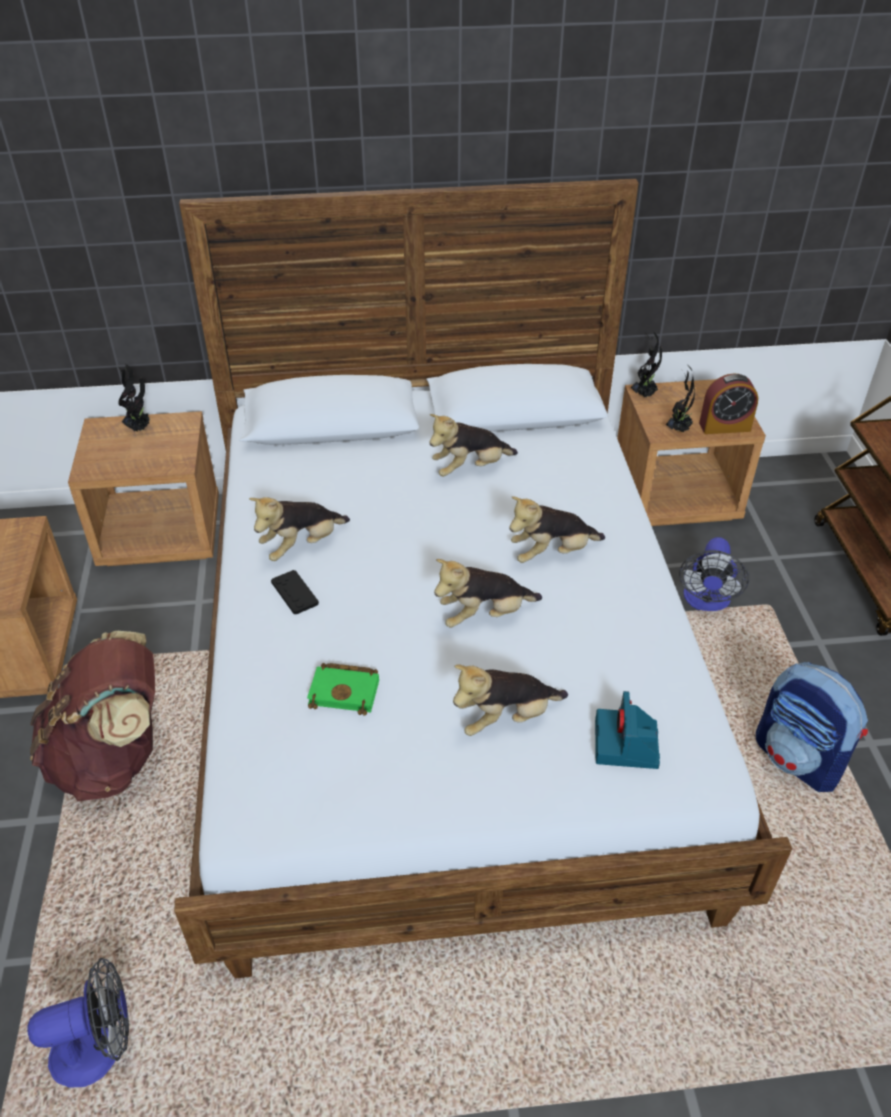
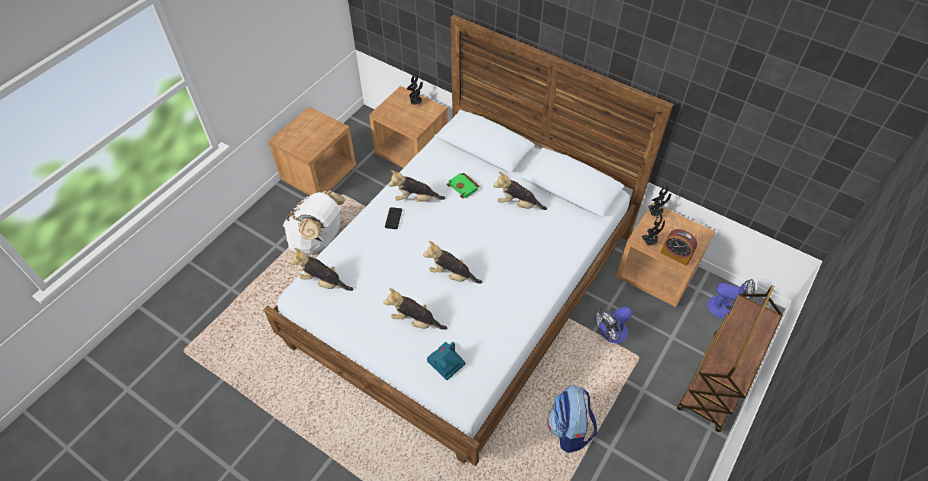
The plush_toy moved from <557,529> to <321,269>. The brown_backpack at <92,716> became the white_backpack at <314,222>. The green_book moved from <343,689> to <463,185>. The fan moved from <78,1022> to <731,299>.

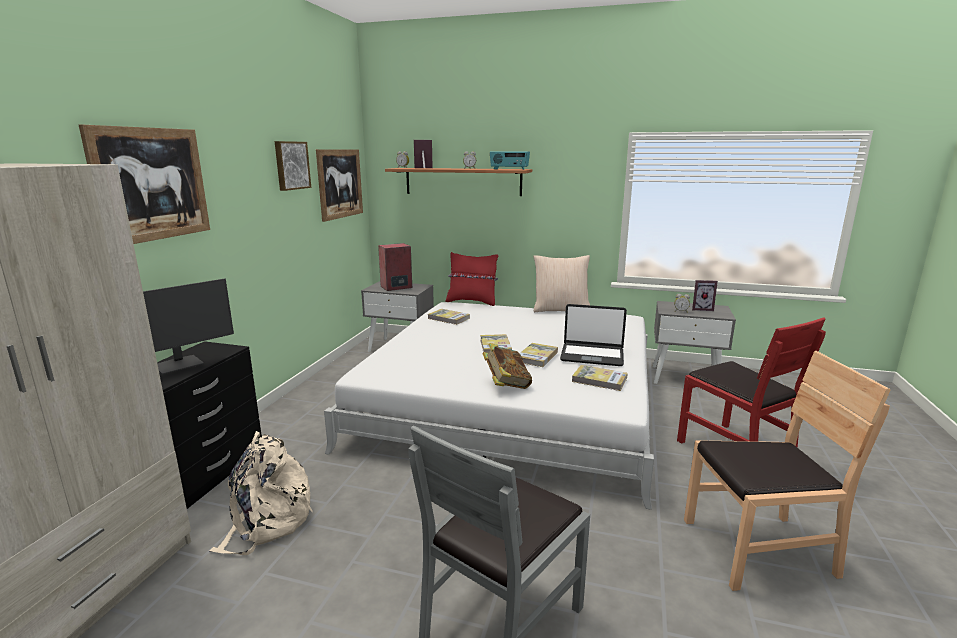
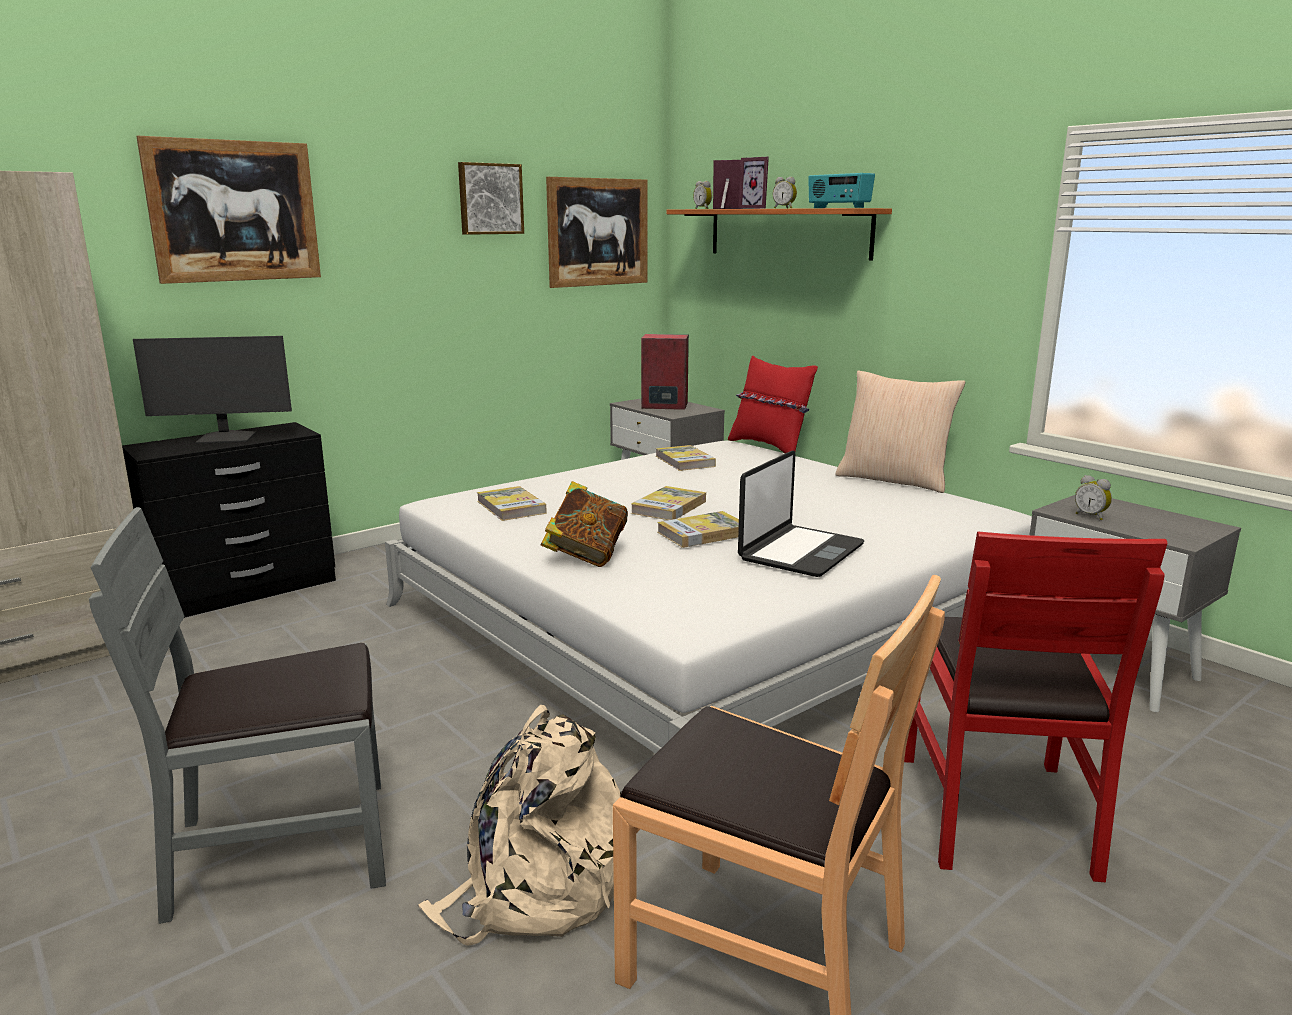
The picture_frame moved from <705,295> to <754,183>. The laptop at <593,335> turned 105 degrees counterclockwise. The book moved from <600,378> to <512,503>. The beige_backpack moved from <261,493> to <519,825>.

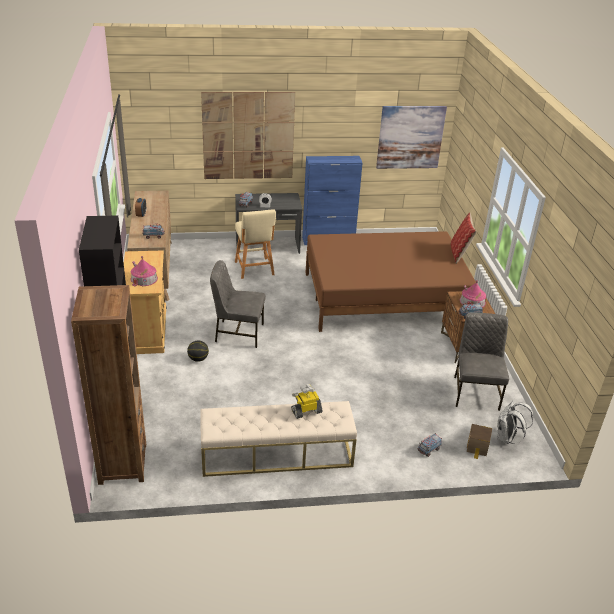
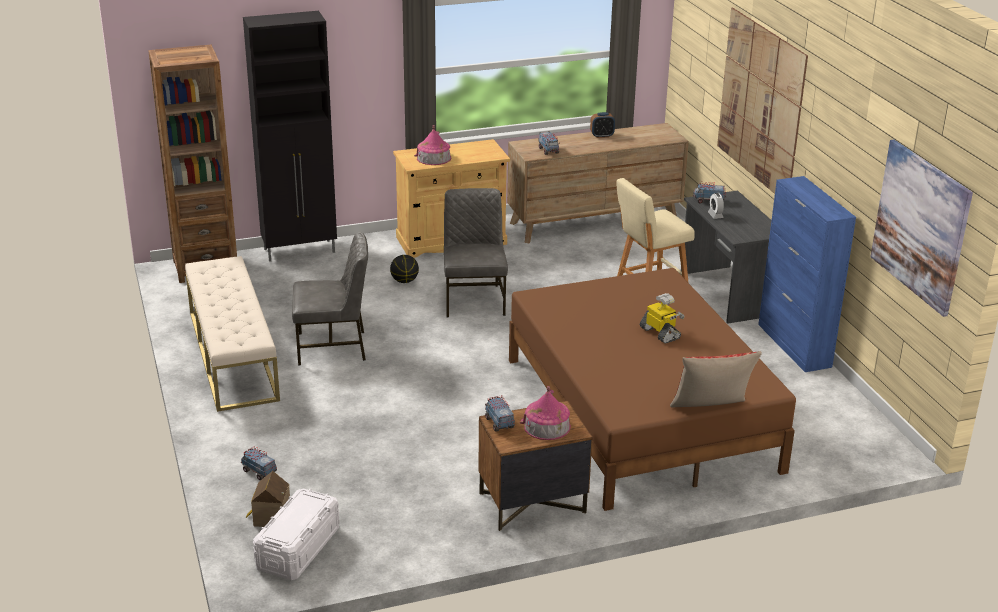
The grey_chair moved from <481,361> to <330,298>. The toy_robot moved from <306,401> to <662,318>. The white_backpack at <515,422> was replaced by the white_storage_box at <296,534>.

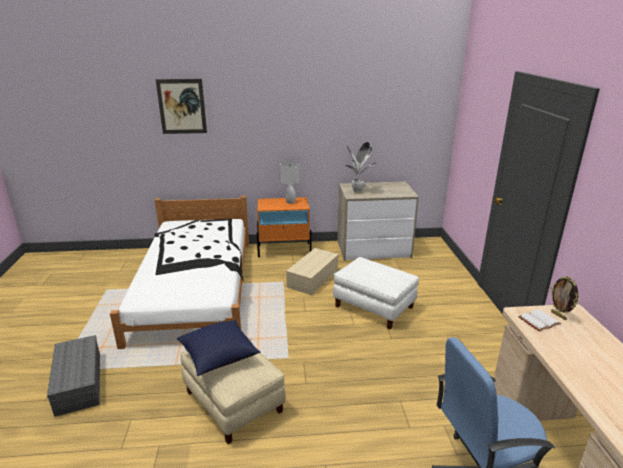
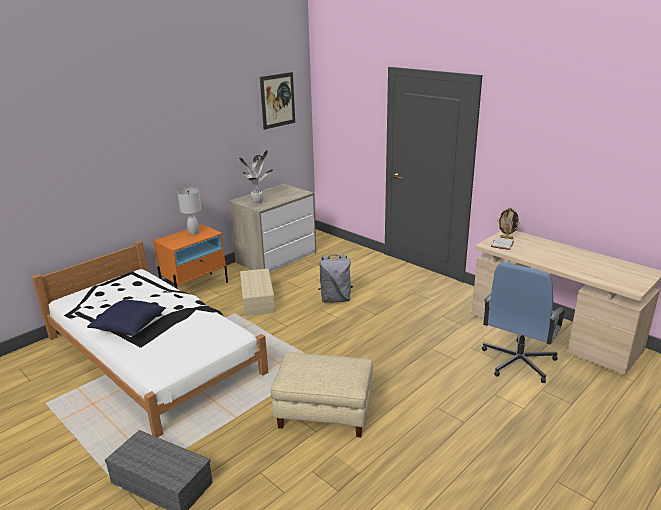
The picture moved from <181,106> to <277,101>. The white_ottoman at <376,293> was replaced by the grey_backpack at <335,278>. The blue_pillow moved from <219,348> to <126,318>.

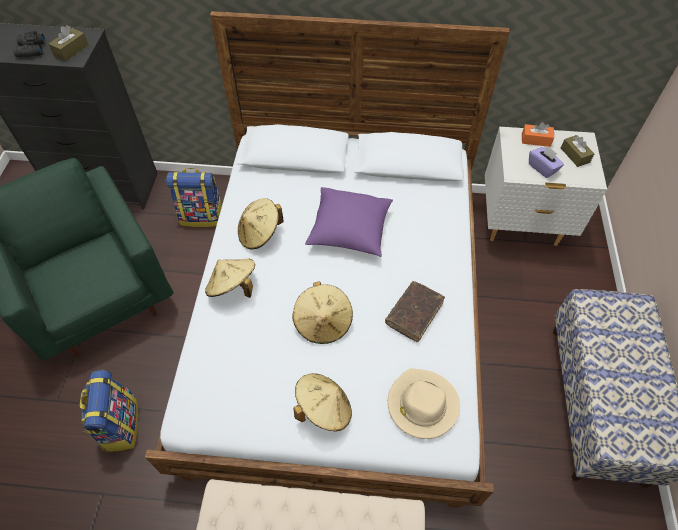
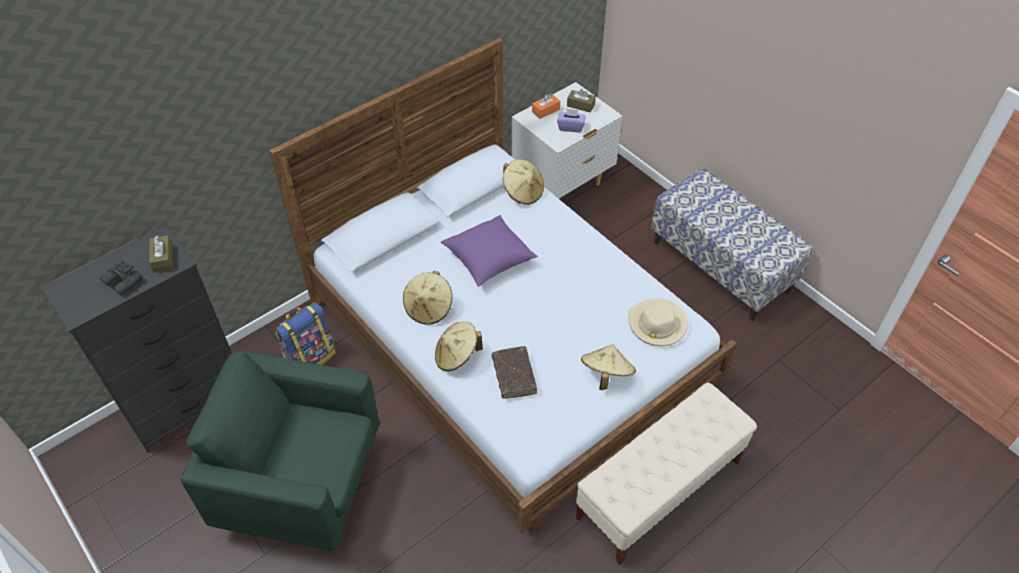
The brown_book moved from <415,311> to <514,372>. The beige_hat moved from <322,313> to <523,182>. The backpack at <109,411> disappeared.

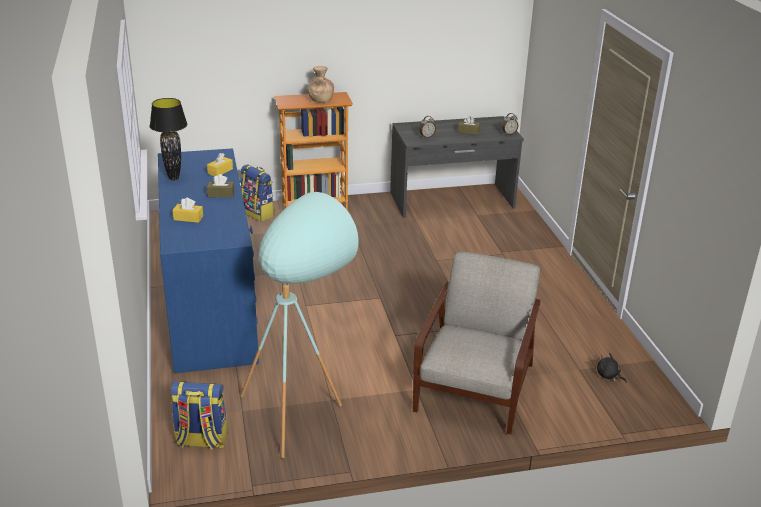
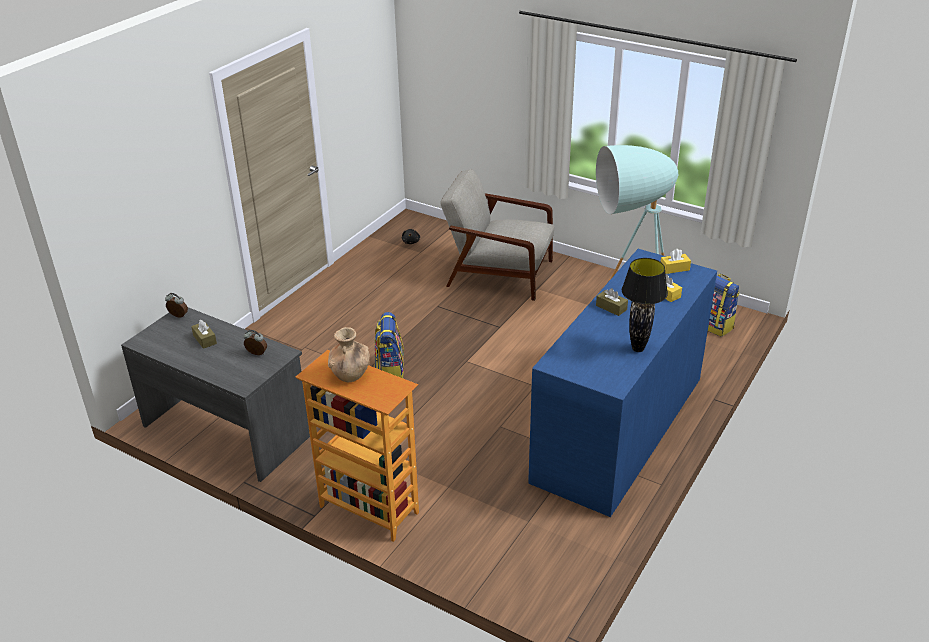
The yellow_tissue_box moved from <220,164> to <676,261>. The backpack moved from <258,193> to <389,345>. The grey_armchair at <477,342> turned 45 degrees clockwise.

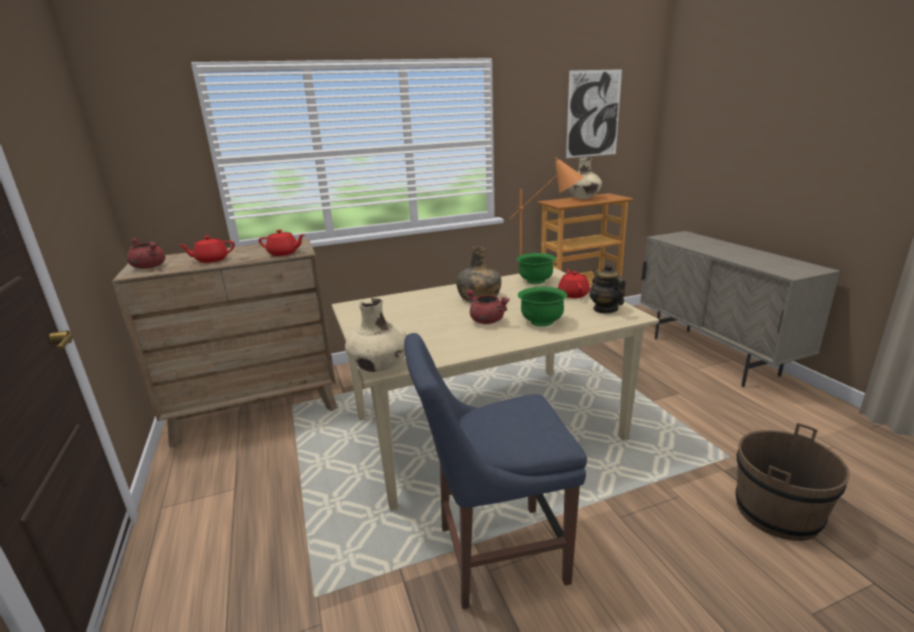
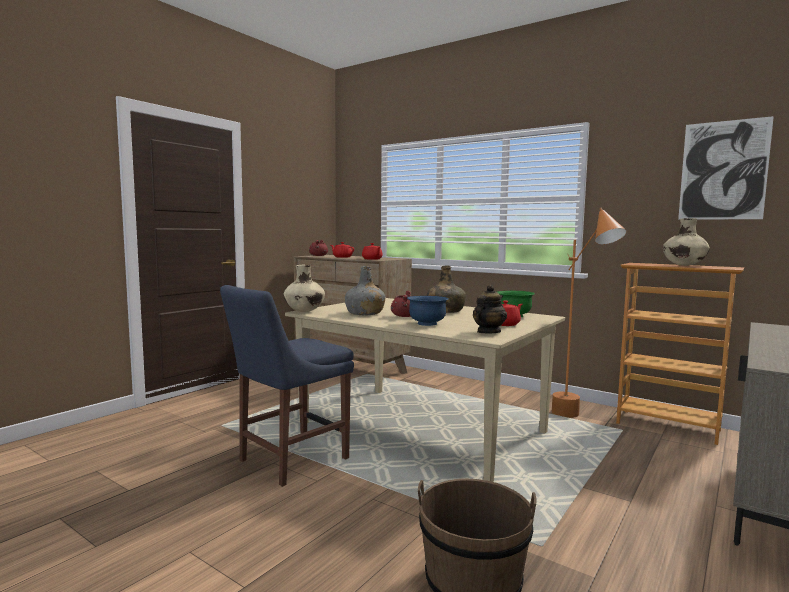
The green_bowl at <542,307> became the blue_bowl at <427,311>. The blue_chair at <495,471> turned 90 degrees counterclockwise. The grey_bottle at <365,290> appeared.

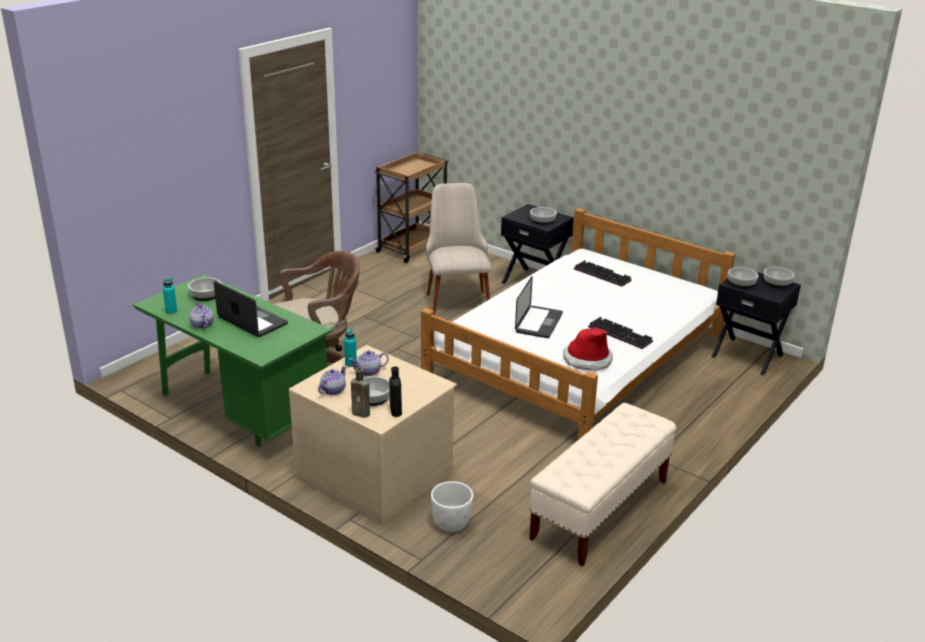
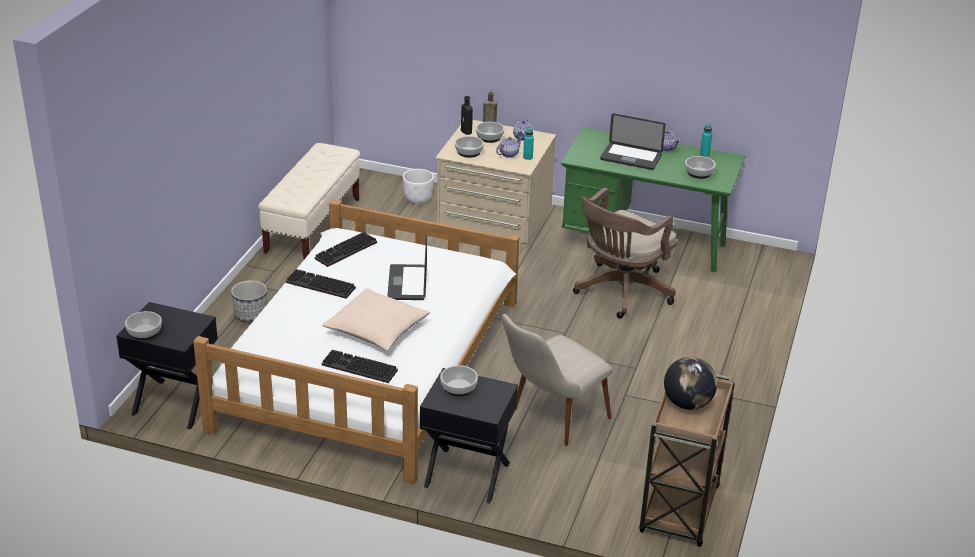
The beige_chair at <459,249> turned 75 degrees clockwise. The bowl moved from <743,277> to <469,147>. The hat at <588,349> was replaced by the keyboard at <346,249>. The planter at <249,301> appeared. The beige_pillow at <376,319> appeared. The globe at <690,383> appeared.

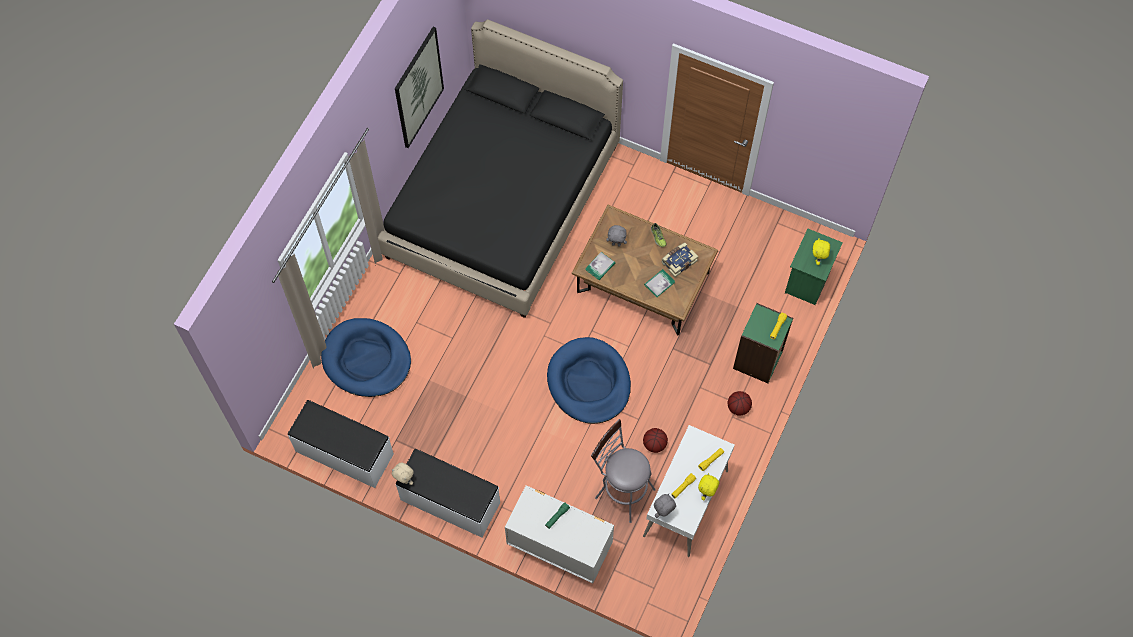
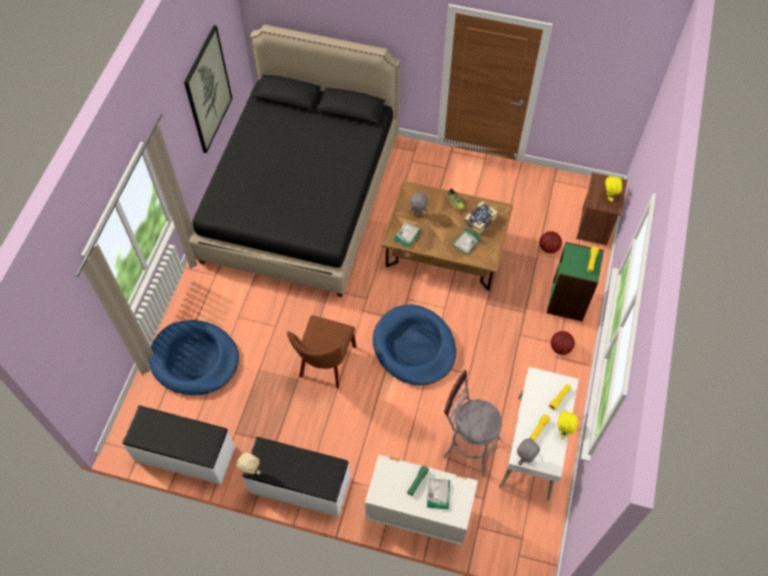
The green_nightstand at <814,267> became the brown_nightstand at <601,208>. The basketball moved from <655,440> to <551,242>. The brown_chair at <321,351> appeared. The book at <438,493> appeared.

